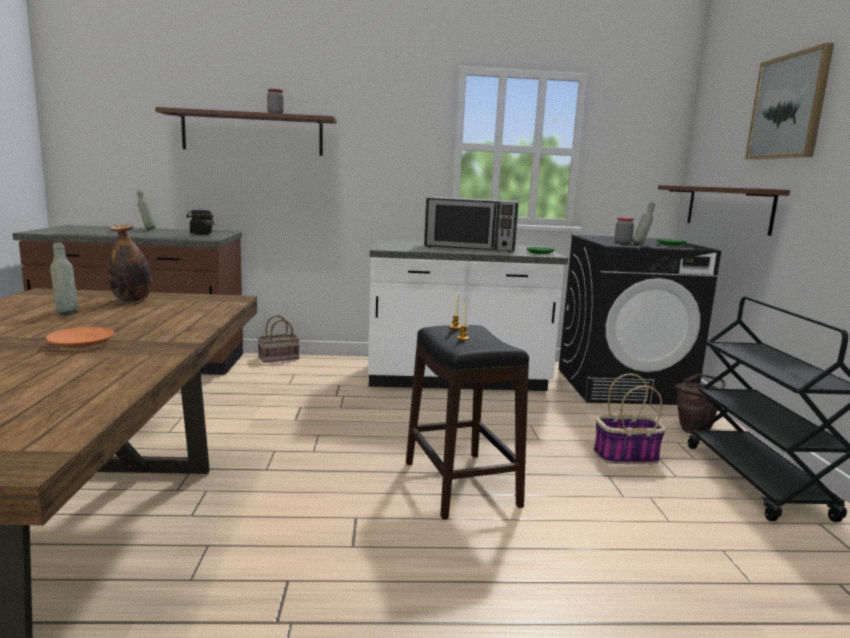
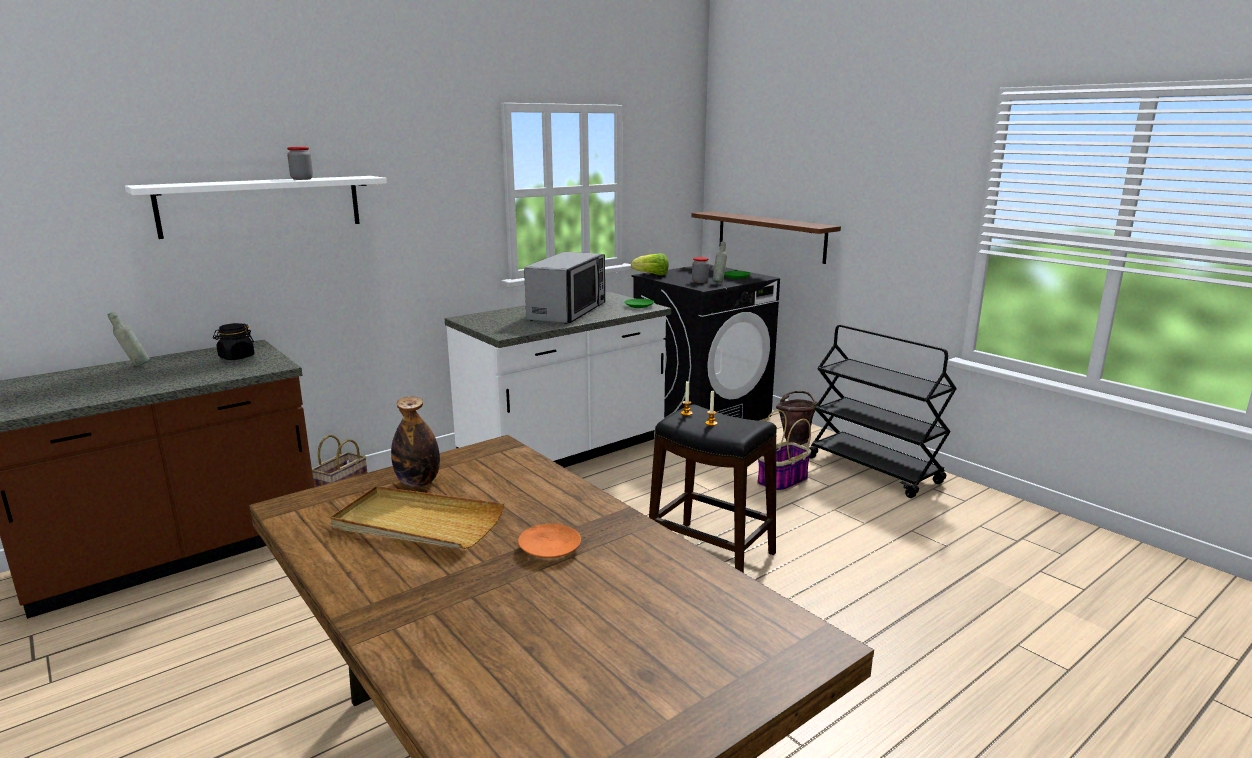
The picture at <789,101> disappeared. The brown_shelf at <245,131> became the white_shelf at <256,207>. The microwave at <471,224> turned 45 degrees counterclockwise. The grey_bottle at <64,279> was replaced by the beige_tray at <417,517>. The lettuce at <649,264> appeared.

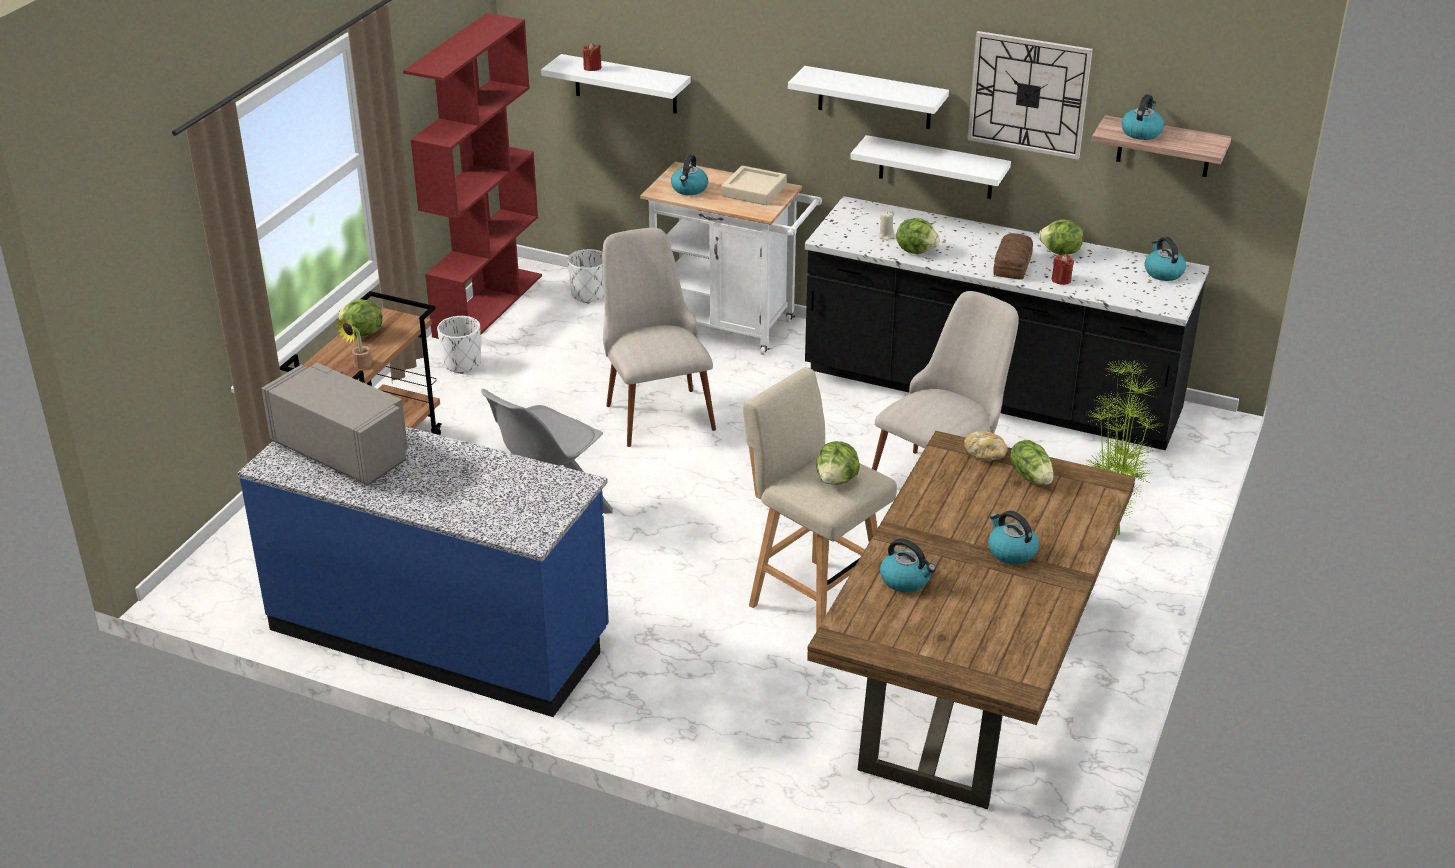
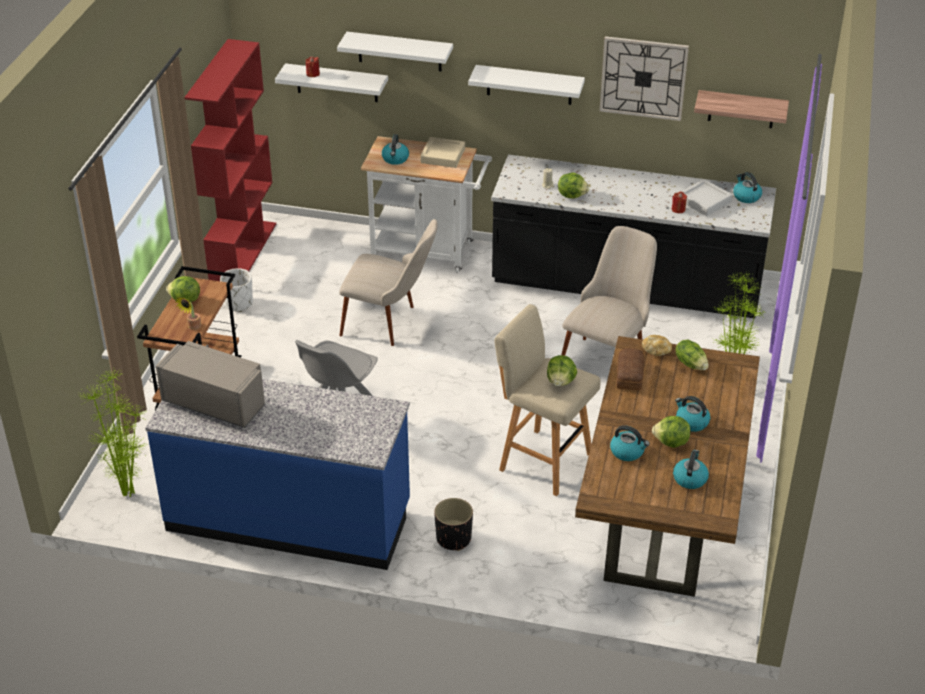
The kettle moved from <1142,117> to <691,469>. The white_shelf moved from <930,167> to <395,51>. The lettuce moved from <1061,237> to <671,432>. The beige_chair at <659,337> turned 135 degrees clockwise. The bread moved from <1013,256> to <631,369>. The white_planter at <585,276> disappeared. The grey_tray at <707,197> appeared. The potted_plant at <114,433> appeared. The black_planter at <453,524> appeared.

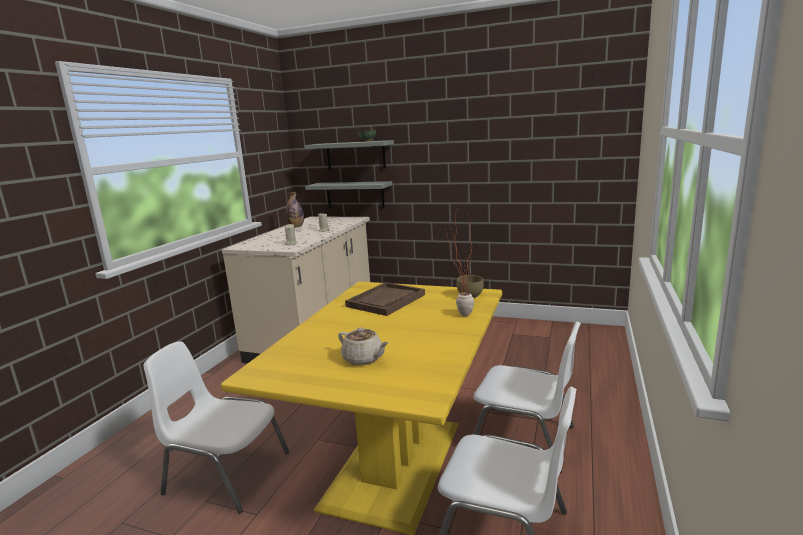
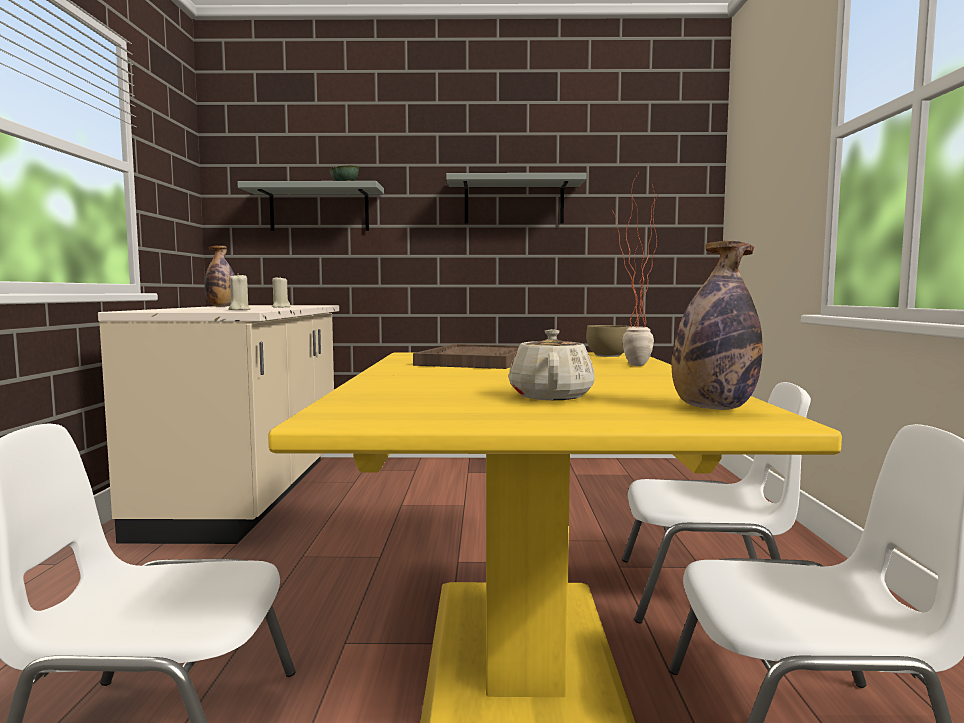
The grey_shelf moved from <348,194> to <516,198>. The beige_teapot at <363,346> turned 105 degrees counterclockwise. The bottle at <717,325> appeared.

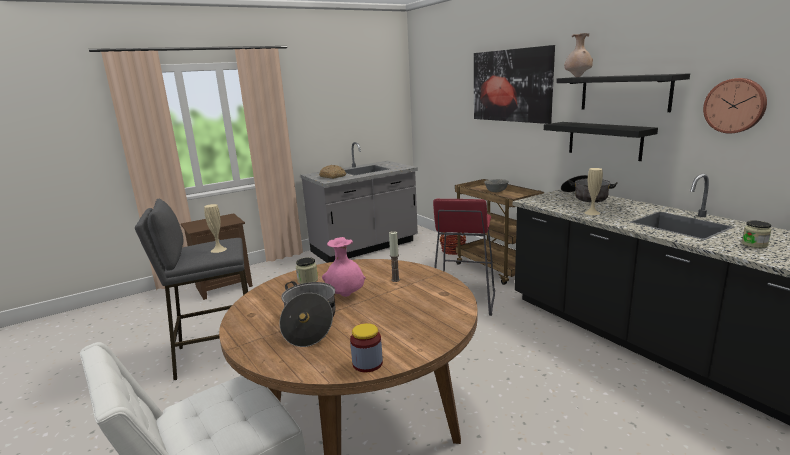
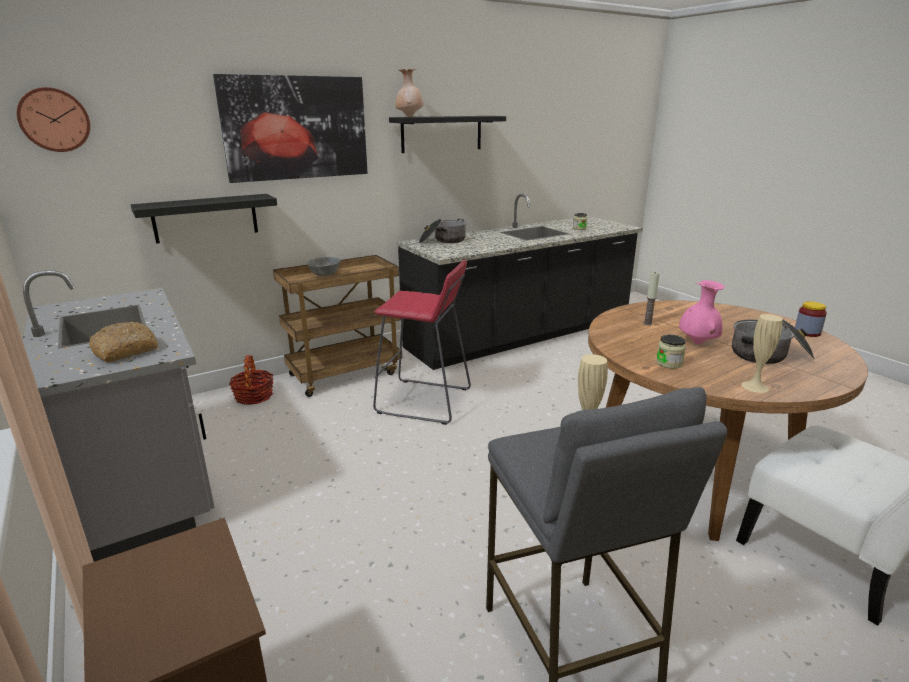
The wall_clock moved from <735,106> to <53,119>. The black_shelf moved from <601,141> to <204,219>. The beige_vase moved from <593,191> to <762,353>.

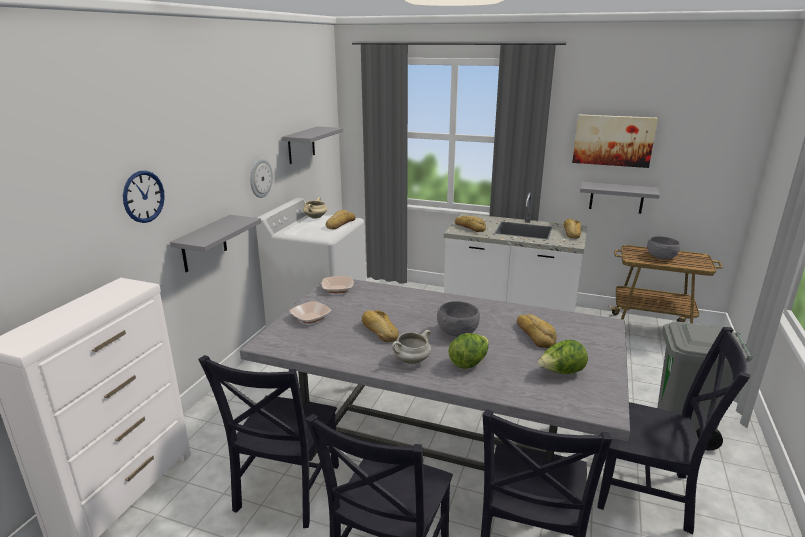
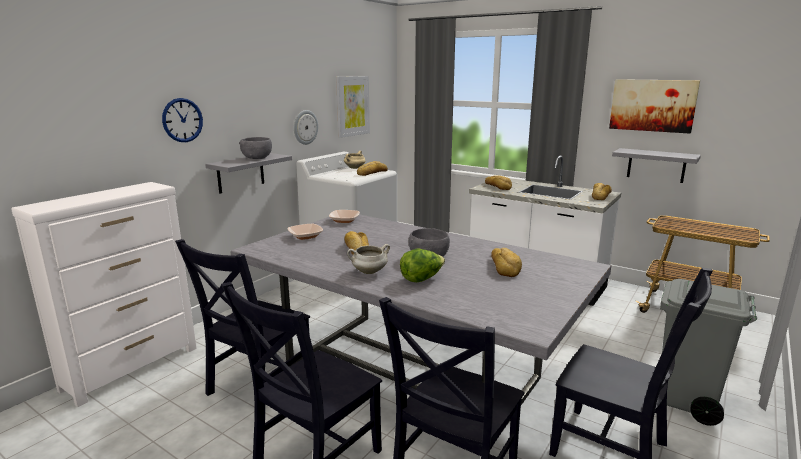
The grey_shelf at <312,145> was replaced by the picture at <353,107>. The grey_bowl moved from <663,248> to <255,148>. The lettuce at <563,357> disappeared.

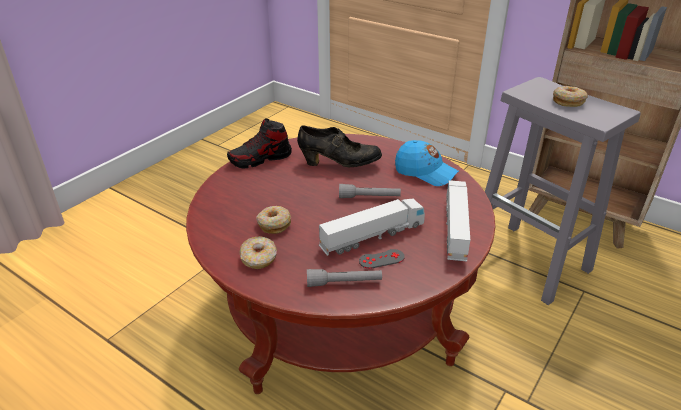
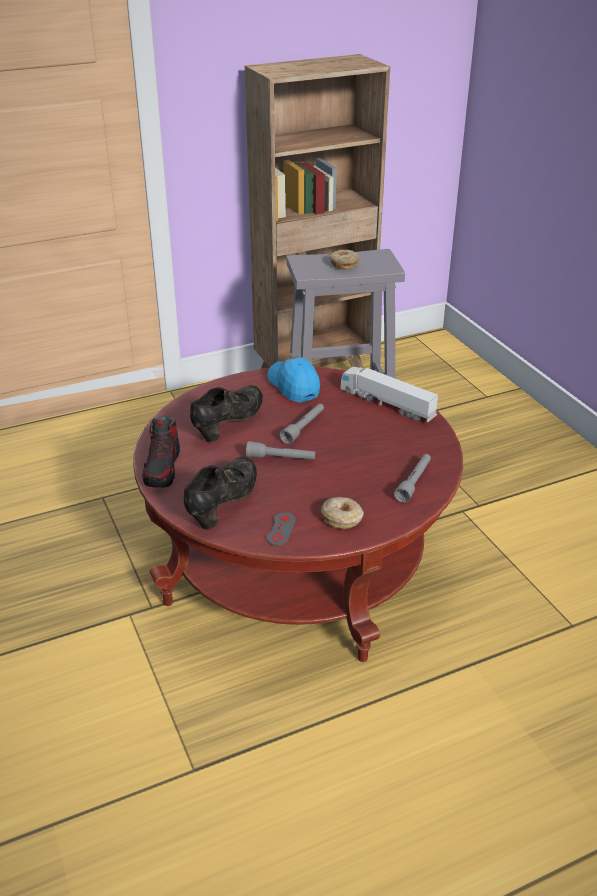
The blue_cap at <427,163> turned 90 degrees counterclockwise. The toy_truck at <372,227> disappeared. The donut at <273,220> disappeared. The grey_game_controller moved from <382,259> to <281,529>. The grey_flashlight at <280,450> appeared. The black_shoe at <220,493> appeared.

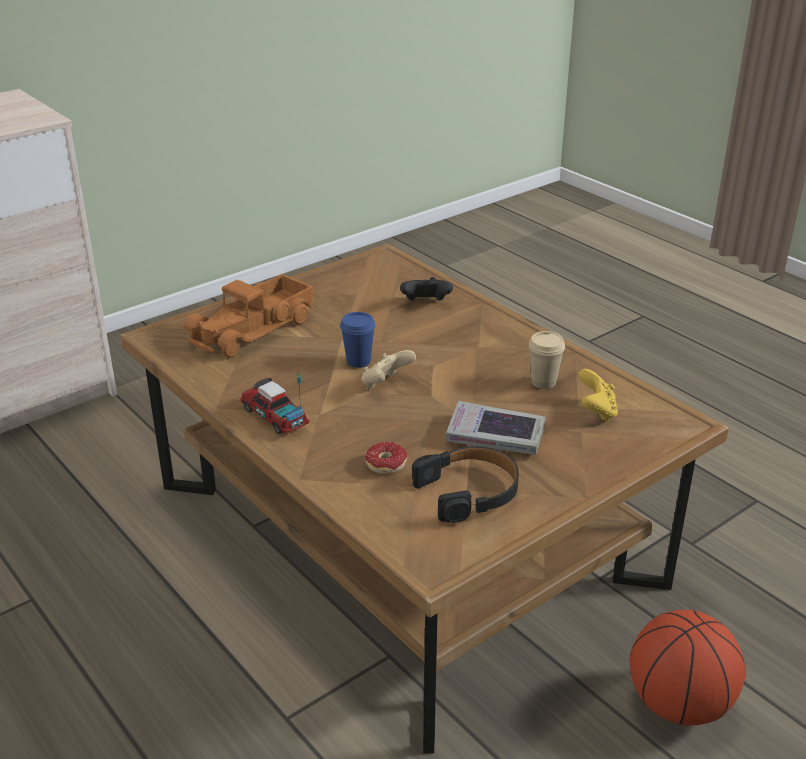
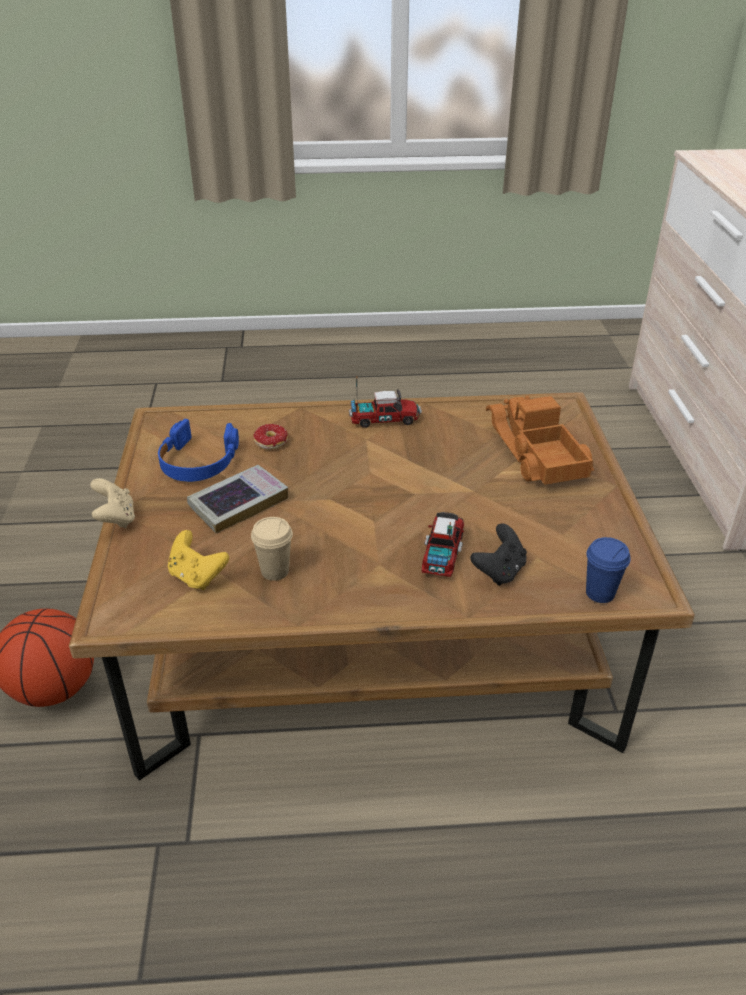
The blue_cup moved from <357,340> to <608,570>. The beige_game_controller moved from <388,369> to <112,503>. The black_headphones at <465,484> became the blue_headphones at <198,450>. The toy_truck at <443,544> appeared.

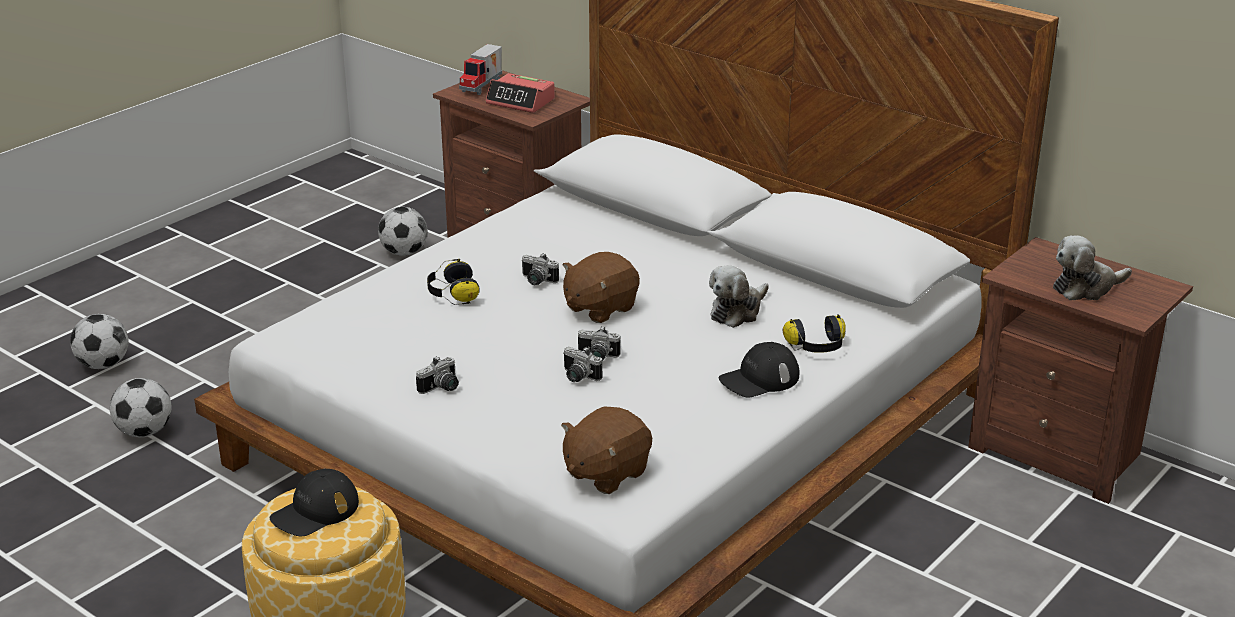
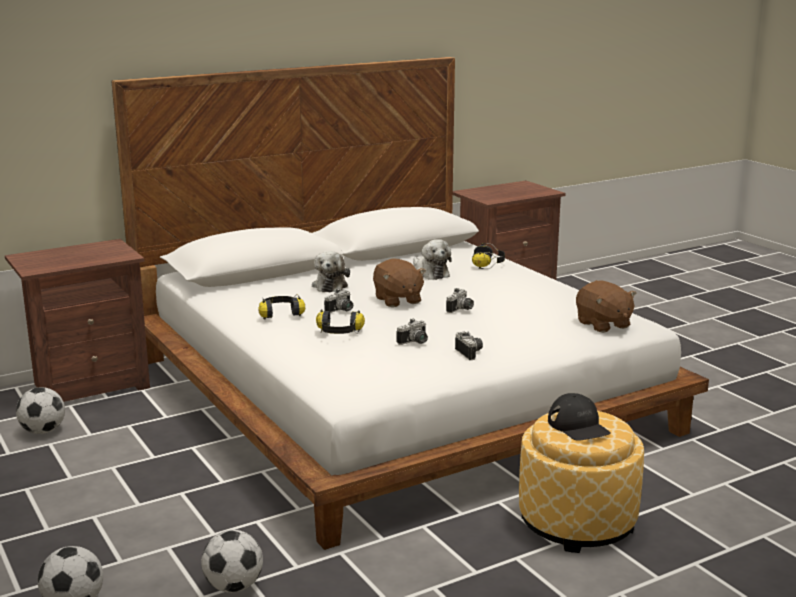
The toy_truck at <480,69> disappeared. The alarm_clock at <520,93> disappeared. The plush_toy moved from <1092,267> to <331,271>. The black_cap at <759,369> disappeared. The photo_camera moved from <582,364> to <412,331>. The headphones at <281,307> appeared.

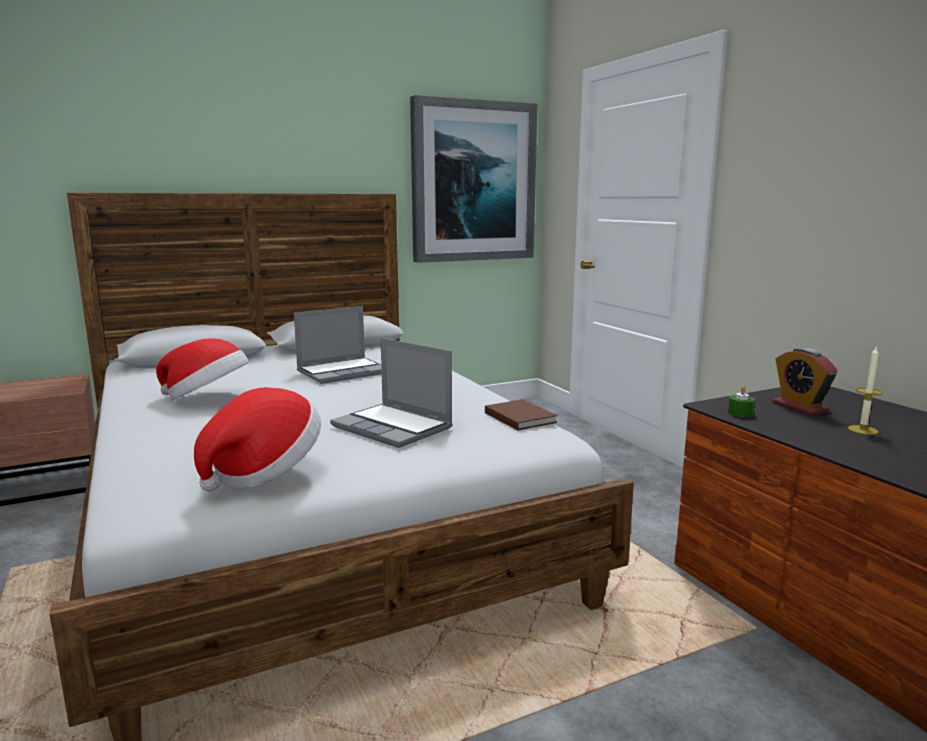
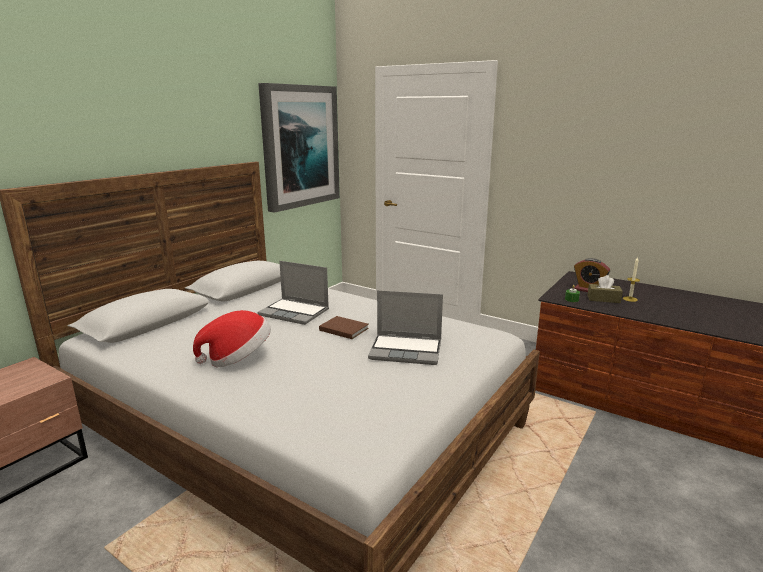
The laptop at <338,345> turned 90 degrees clockwise. The hat at <257,439> disappeared. The brown_book moved from <521,414> to <344,327>. The brown_tissue_box at <605,289> appeared.

